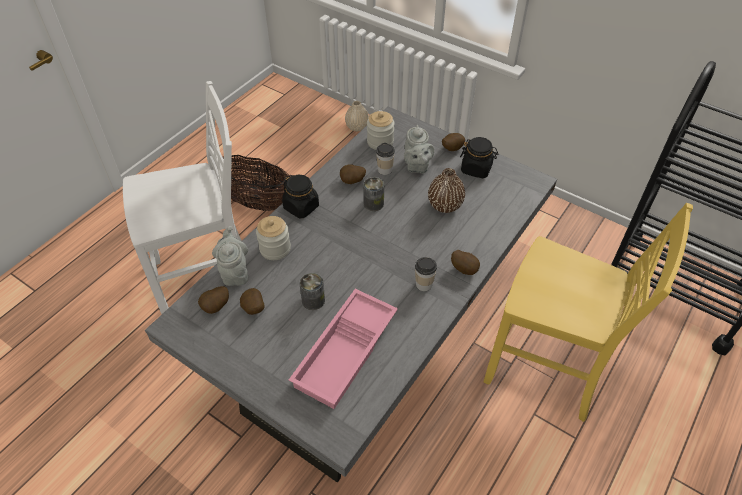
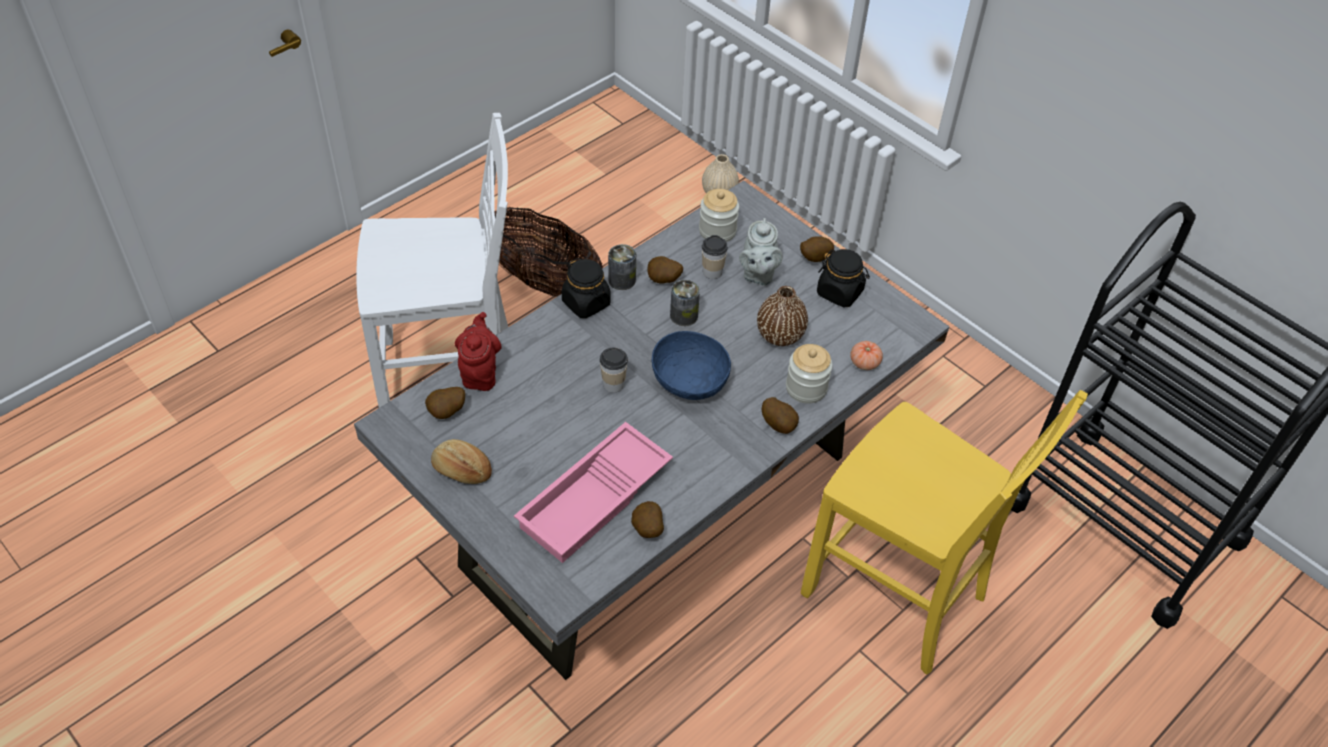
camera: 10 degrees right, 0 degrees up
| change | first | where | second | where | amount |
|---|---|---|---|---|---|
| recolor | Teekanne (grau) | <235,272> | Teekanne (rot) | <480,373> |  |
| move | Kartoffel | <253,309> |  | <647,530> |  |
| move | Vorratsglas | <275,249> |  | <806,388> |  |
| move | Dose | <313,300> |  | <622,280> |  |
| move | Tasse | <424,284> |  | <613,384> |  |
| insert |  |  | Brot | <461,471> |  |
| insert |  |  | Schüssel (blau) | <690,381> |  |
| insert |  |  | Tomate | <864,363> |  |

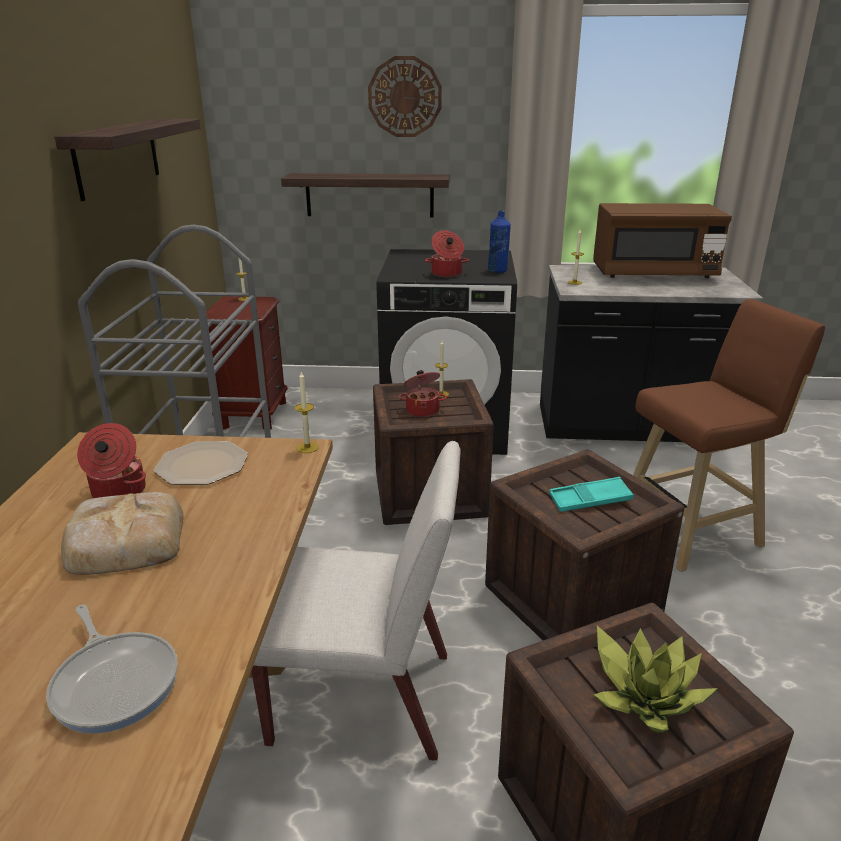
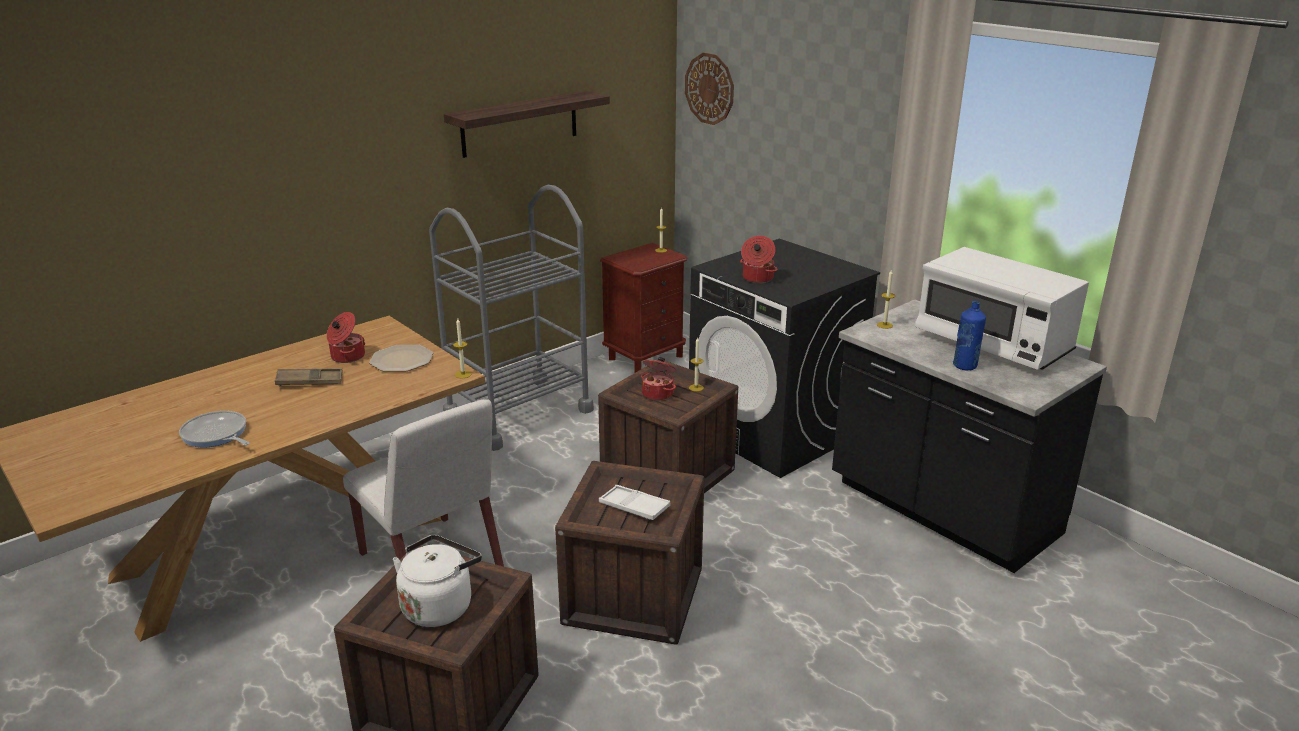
camera: 45 degrees right, 0 degrees up
| change | first | where | second | where | amount |
|---|---|---|---|---|---|
| rotate | Pfanne | <115,682> |  | <216,435> | 120 degrees clockwise |
| replace | Brot | <124,541> | Tablett (braun) | <310,381> |  |
| delete | Wandregal | <369,195> |  |  |  |
| move | Wanduhr | <405,97> |  | <709,88> |  |
| move | Flasche (blau) | <497,271> |  | <965,366> |  |
| recolor | Tablett (türkis) | <590,500> | Tablett (weiß) | <634,507> |  |
| recolor | Mikrowelle (braun) | <653,274> | Mikrowelle (weiß) | <992,344> |  |
| replace | Topfpflanze | <645,694> | Wasserkessel (weiß) | <439,605> |  |
| delete | Hocker (braun) | <693,530> |  |  |  |

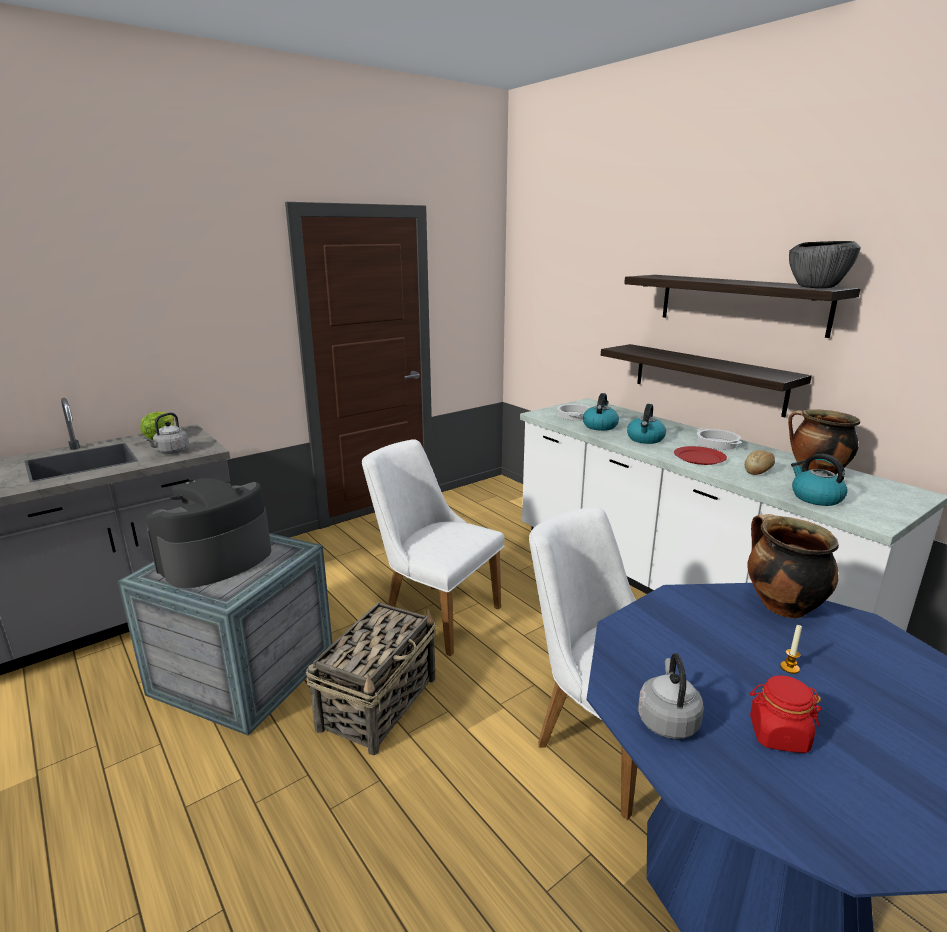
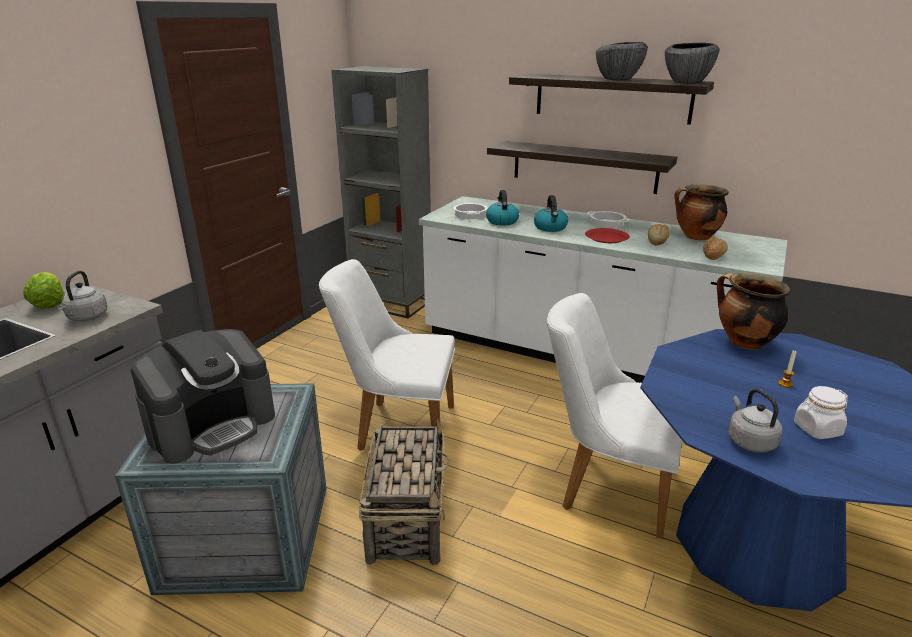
camera: 25 degrees left, 5 degrees up
| change | first | where | second | where | amount |
|---|---|---|---|---|---|
| rotate | Kaffeemaschine | <216,560> |  | <212,425> | 150 degrees counterclockwise |
| recolor | Vorratsglas (rot) | <778,735> | Vorratsglas (weiß) | <817,429> |  |
| replace | Wasserkessel | <815,497> | Brot | <713,256> |  |
| insert |  |  | Bücherregal (grau) | <391,302> |  |
| insert |  |  | Schüssel | <618,79> |  |

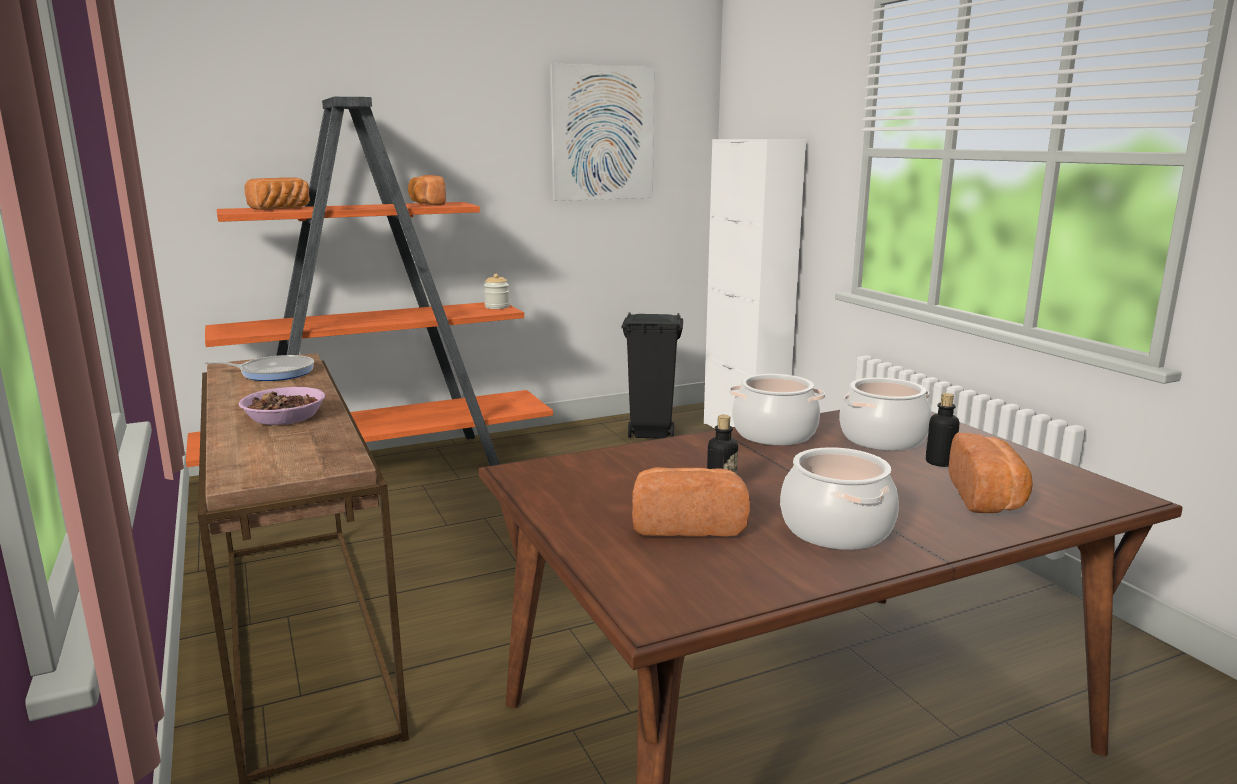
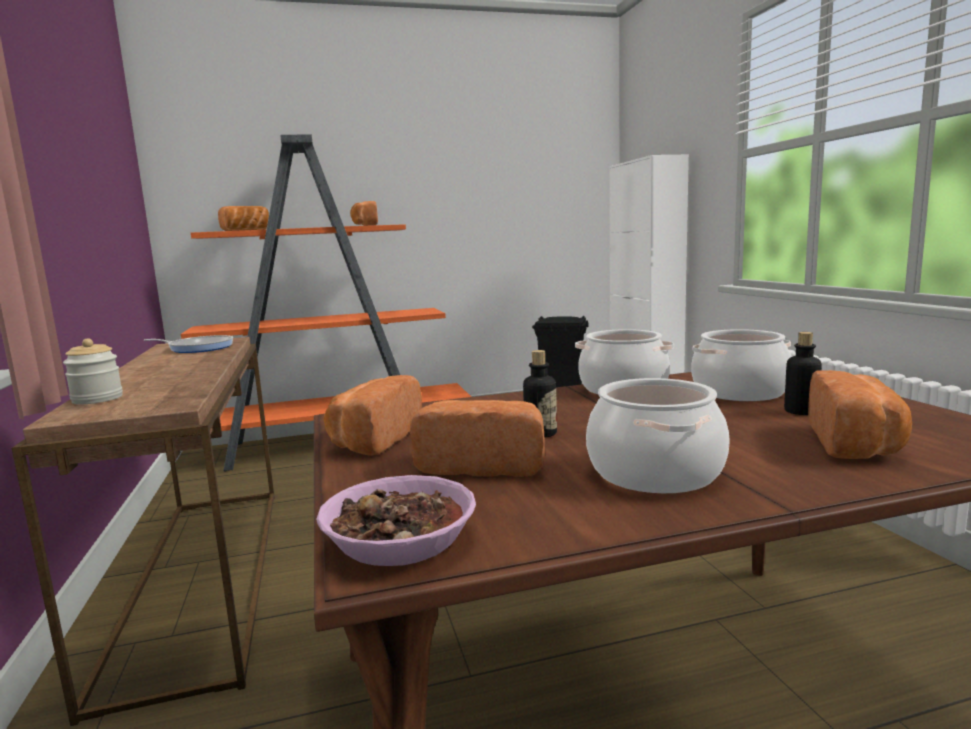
camera: 10 degrees right, 5 degrees down
| change | first | where | second | where | amount |
|---|---|---|---|---|---|
| move | Schüssel | <284,417> |  | <398,541> |  |
| move | Vorratsglas | <497,307> |  | <97,399> |  |
| delete | Bild | <603,133> |  |  |  |
| insert |  |  | Brot | <373,439> |  |

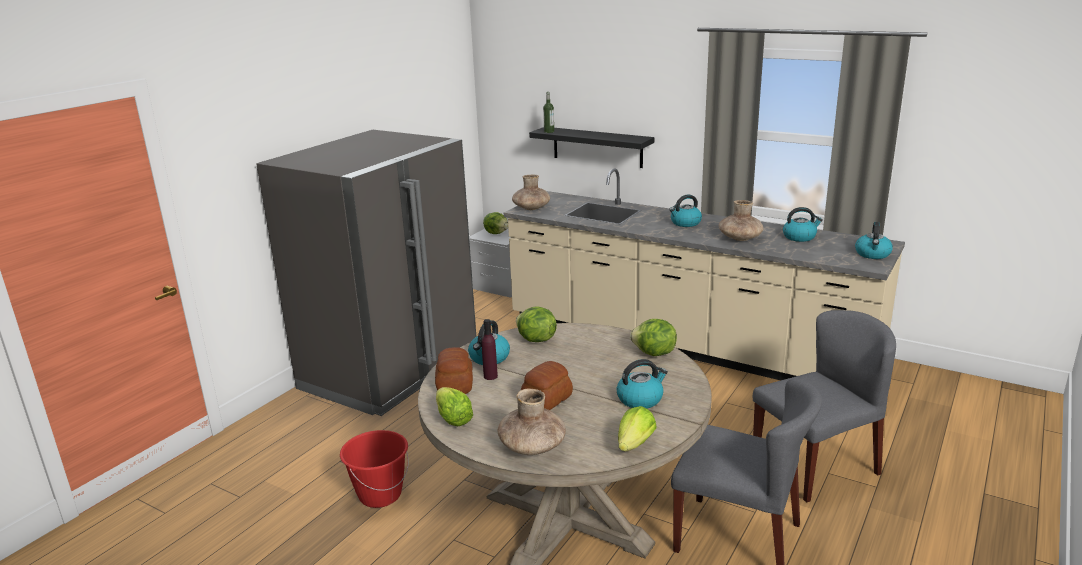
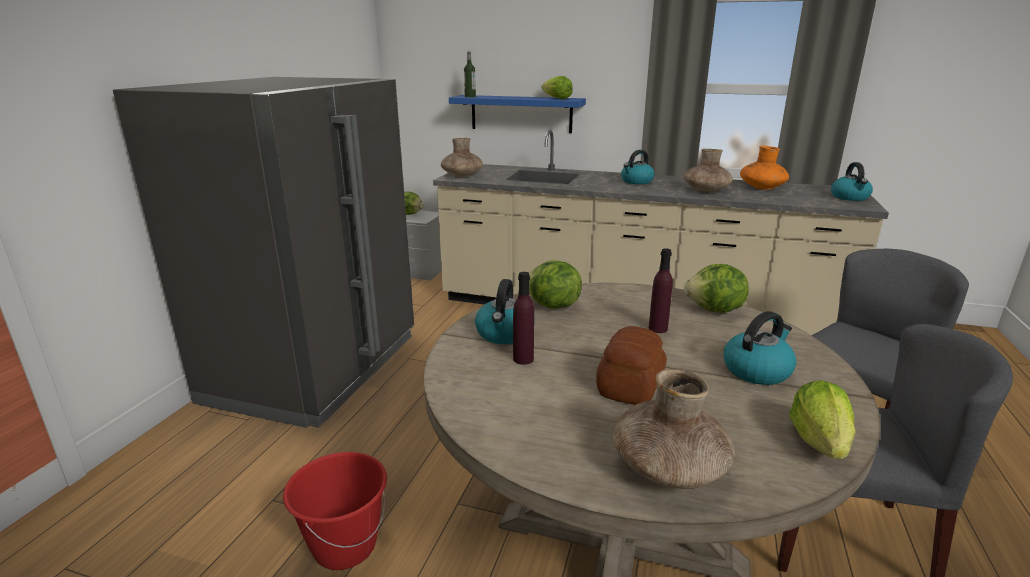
camera: 15 degrees left, 0 degrees up
| change | first | where | second | where | amount |
|---|---|---|---|---|---|
| delete | Brot | <455,384> |  |  |  |
| move | Salatkopf | <453,419> |  | <557,98> |  |
| recolor | Wandregal (schwarz) | <597,147> | Wandregal (blau) | <521,113> |  |
| replace | Wasserkessel | <799,237> | Vase (orange) | <762,187> |  |
| insert |  |  | Flasche (lila) | <658,328> |  |

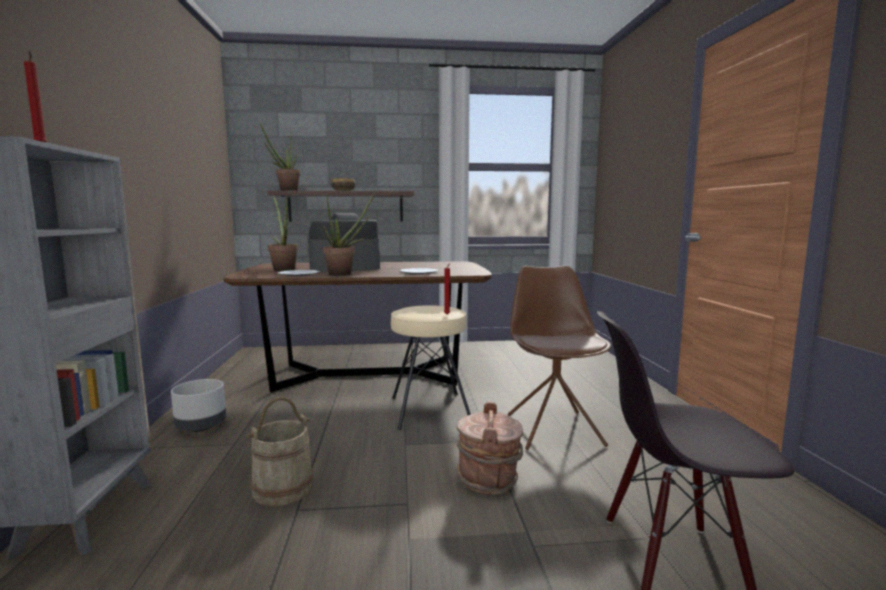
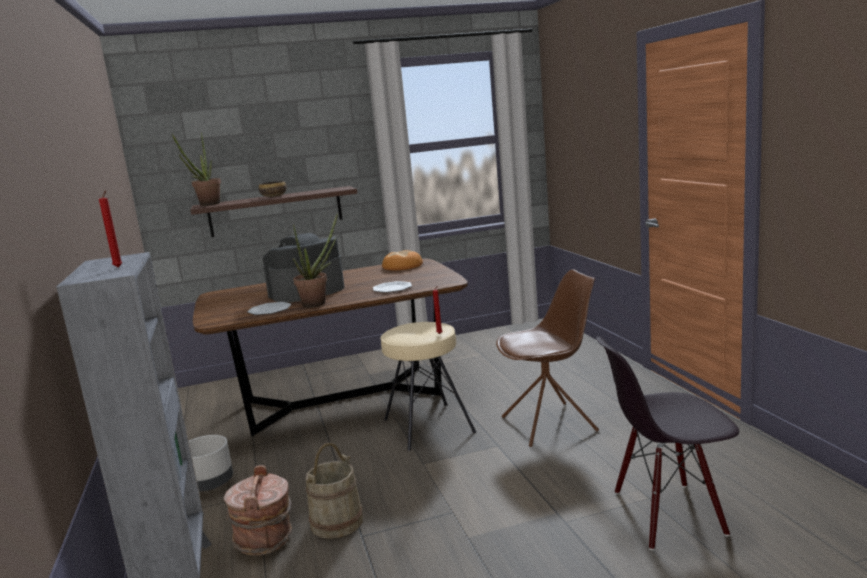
camera: 10 degrees left, 5 degrees up
| change | first | where | second | where | amount |
|---|---|---|---|---|---|
| delete | Topfpflanze | <283,269> |  |  |  |
| move | Eimer (braun) | <489,479> |  | <265,539> |  |
| rotate | Stuhl (braun) | <553,429> |  | <550,424> | 90 degrees clockwise |
| insert |  |  | Brot | <402,266> |  |

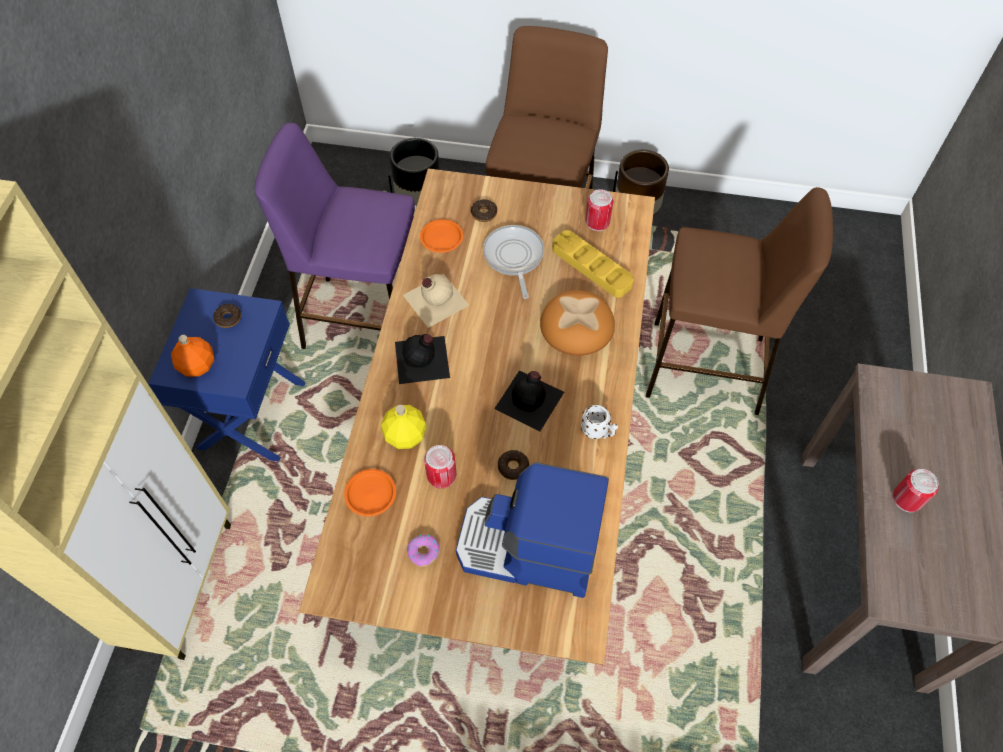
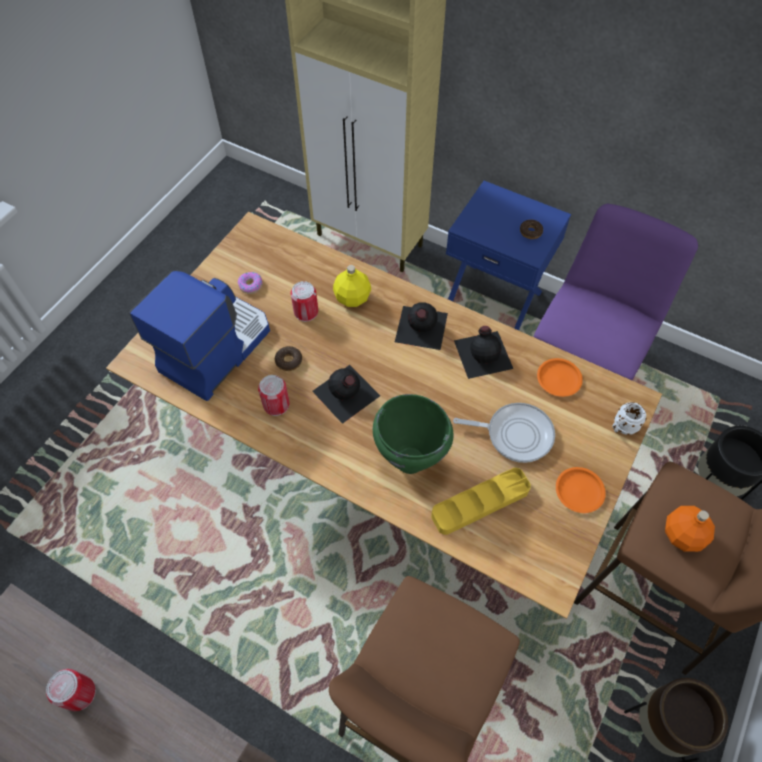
camera: 110 degrees right, 0 degrees up
| change | first | where | second | where | amount |
|---|---|---|---|---|---|
| move | Flasche (orange) | <197,366> |  | <681,535> |  |
| move | Teller (orange) | <370,494> |  | <578,491> |  |
| recolor | Flasche (beige) | <434,300> | Flasche (schwarz) | <483,353> |  |
| delete | Donut | <484,213> |  |  |  |
| replace | Brot | <576,326> | Kochtopf (grün) | <410,460> |  |
| move | Henkelbecher (weiß) | <598,432> |  | <621,427> |  |
| move | Dose | <597,222> |  | <276,404> |  |

